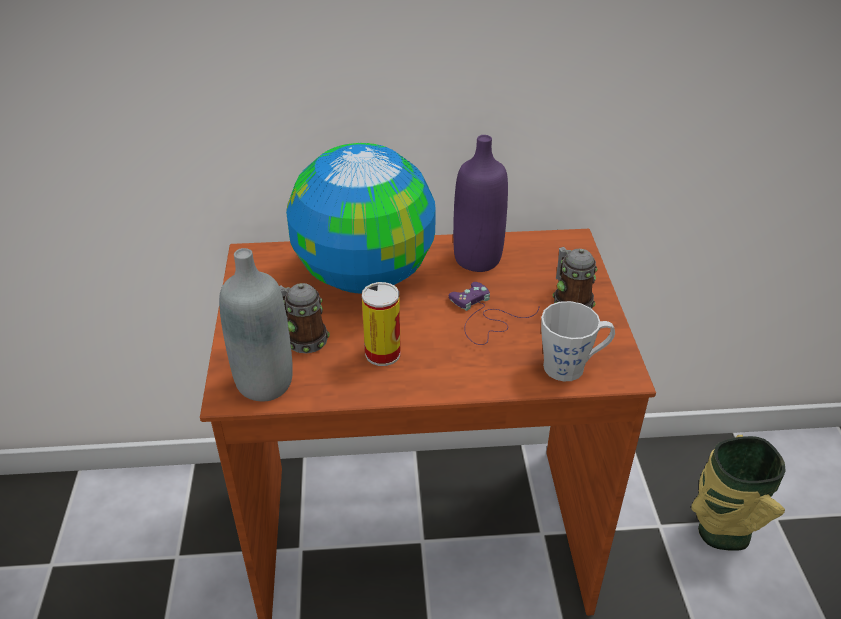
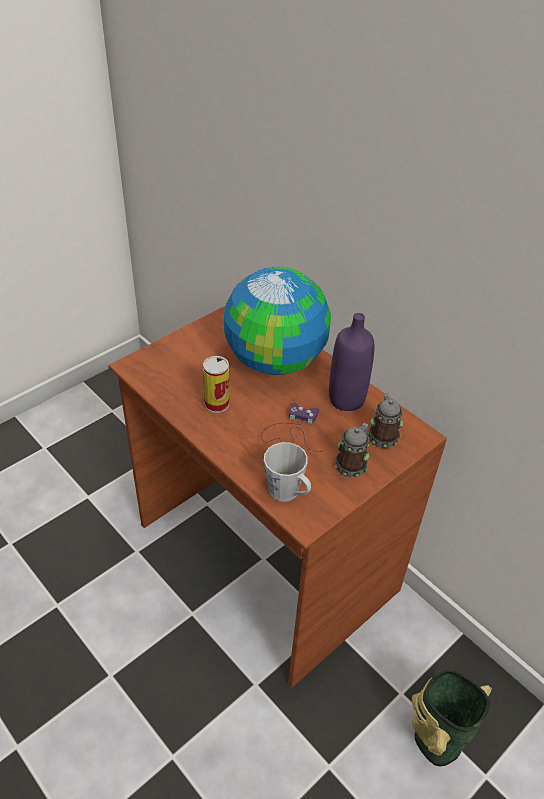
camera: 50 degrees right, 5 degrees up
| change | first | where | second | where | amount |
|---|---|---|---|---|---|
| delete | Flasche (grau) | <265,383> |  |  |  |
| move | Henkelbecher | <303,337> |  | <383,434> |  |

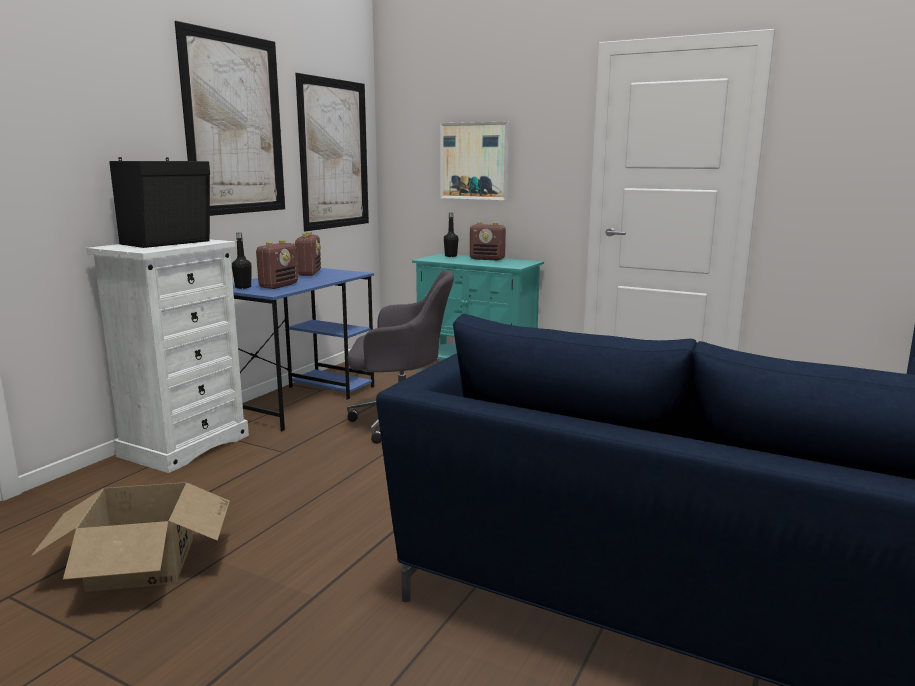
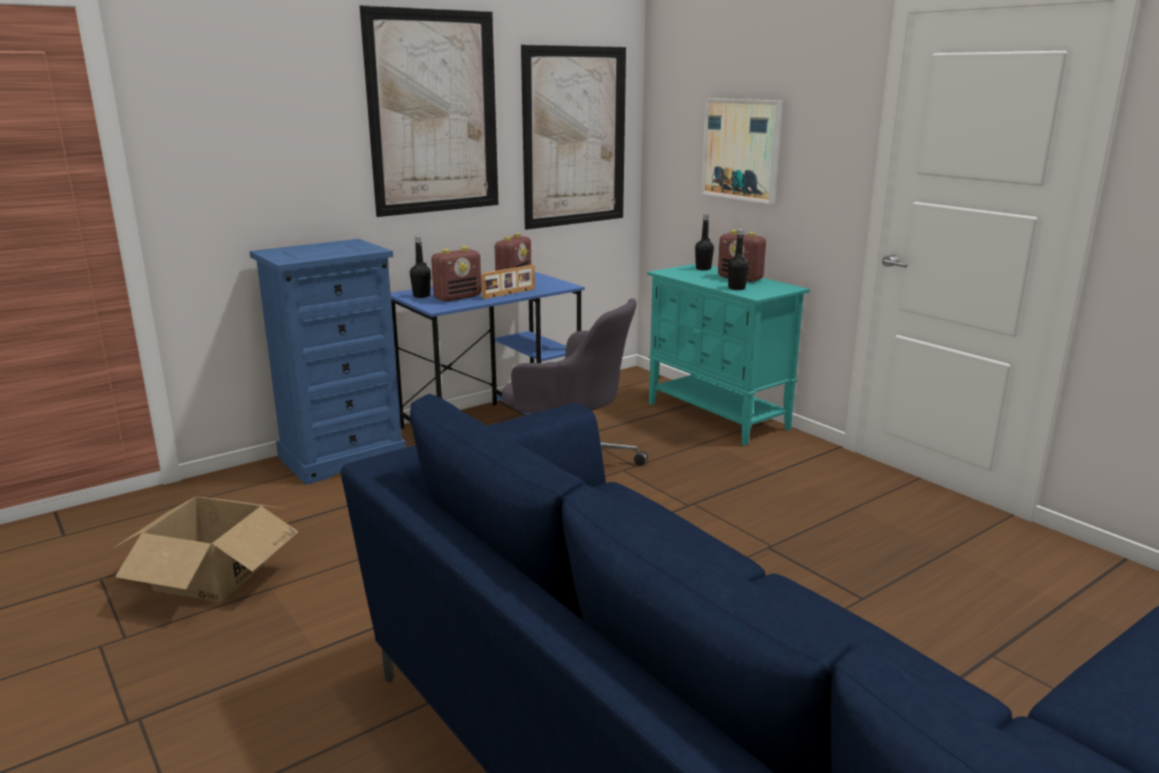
camera: 25 degrees right, 5 degrees up
| change | first | where | second | where | amount |
|---|---|---|---|---|---|
| recolor | Kommode (weiß) | <185,445> | Kommode (blau) | <343,457> |  |
| delete | Lautsprecher (schwarz) | <169,243> |  |  |  |
| insert |  |  | Bilderrahmen | <509,294> |  |
| insert |  |  | Flasche (schwarz) | <736,288> |  |

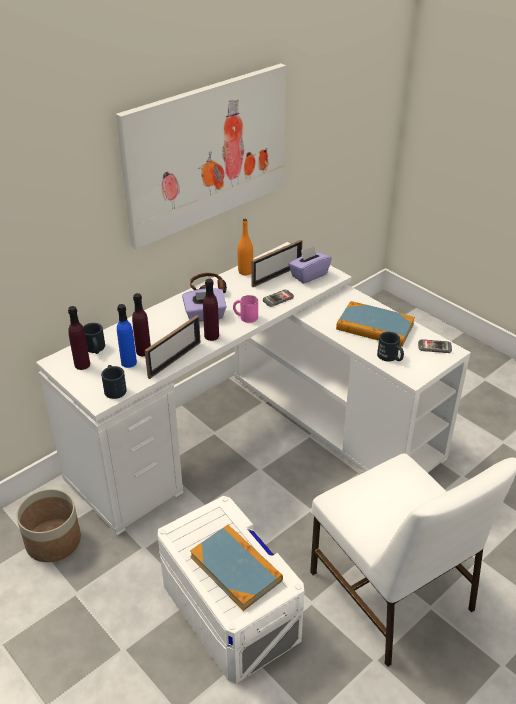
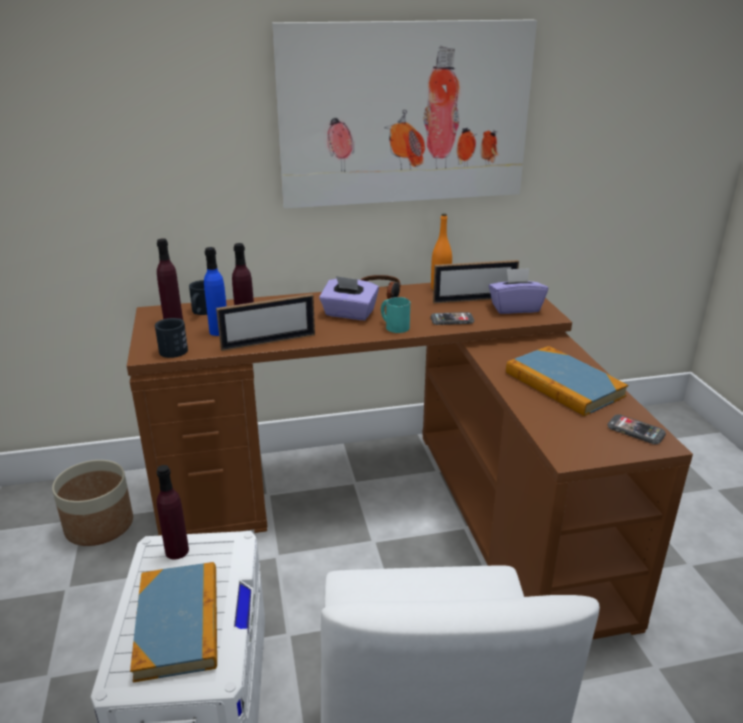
camera: 30 degrees right, 10 degrees down
| change | first | where | second | where | amount |
|---|---|---|---|---|---|
| recolor | Schreibtisch (weiß) | <258,433> | Schreibtisch (braun) | <403,502> |  |
| move | Flasche (lila) | <211,336> |  | <177,551> |  |
| recolor | Henkelbecher (rosa) | <245,317> | Henkelbecher (türkis) | <393,326> |  |
| delete | Henkelbecher (schwarz) | <390,357> |  |  |  |

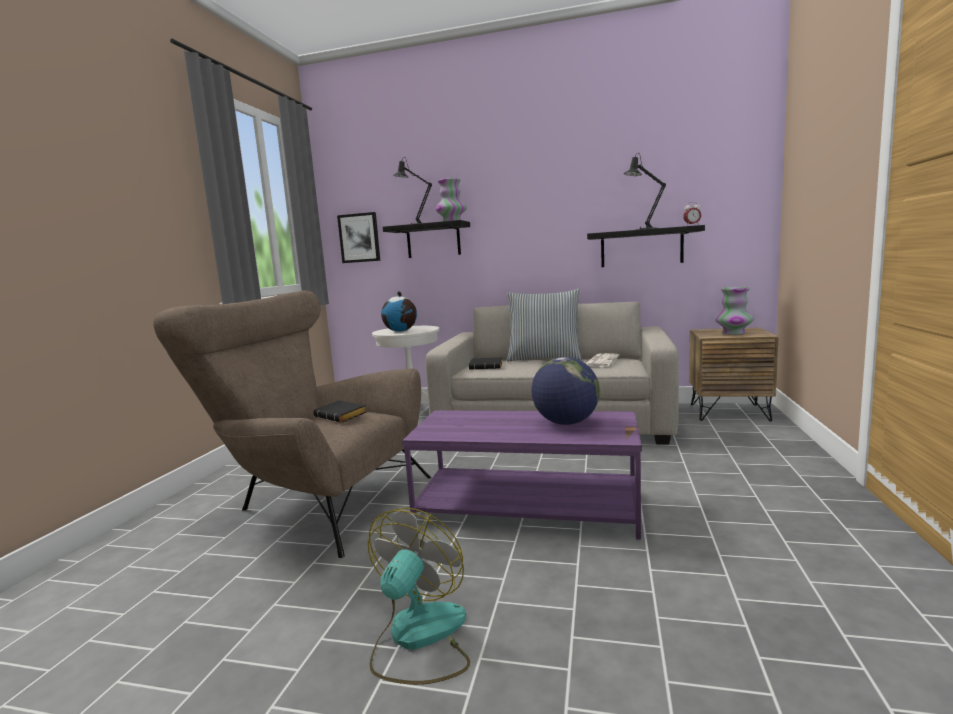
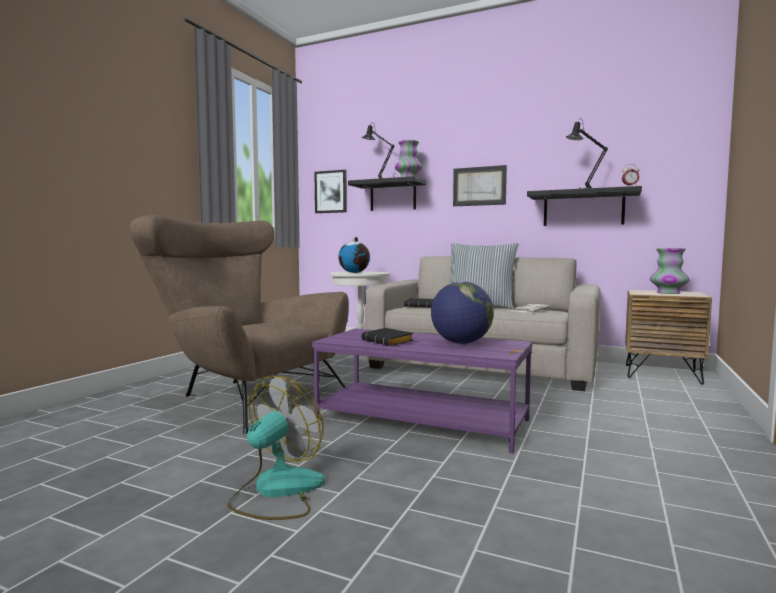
camera: 10 degrees right, 5 degrees down
| change | first | where | second | where | amount |
|---|---|---|---|---|---|
| move | Buch (schwarz) | <342,416> |  | <389,342> |  |
| insert |  |  | Bild | <479,186> |  |

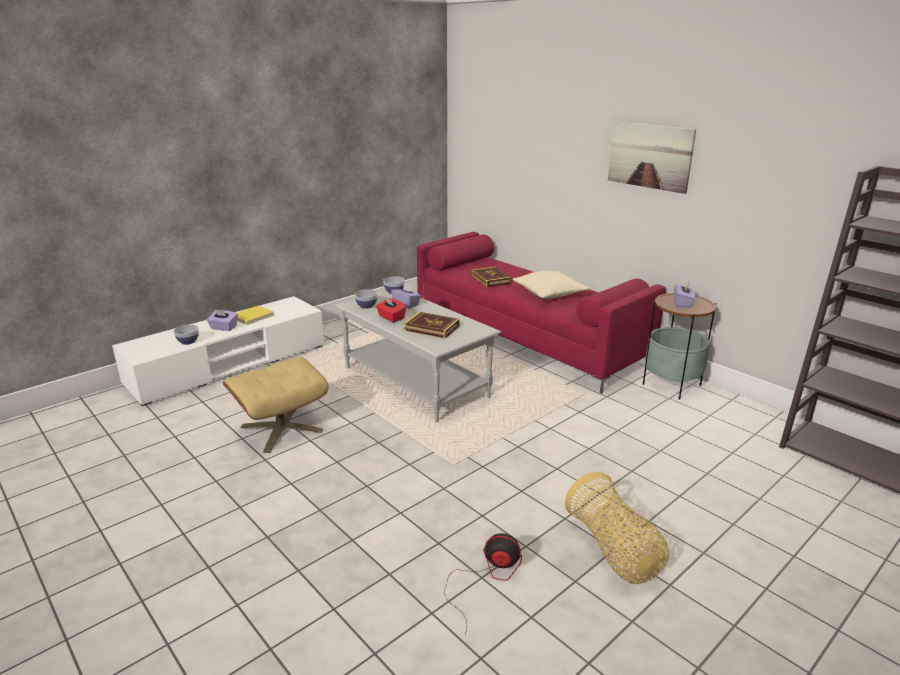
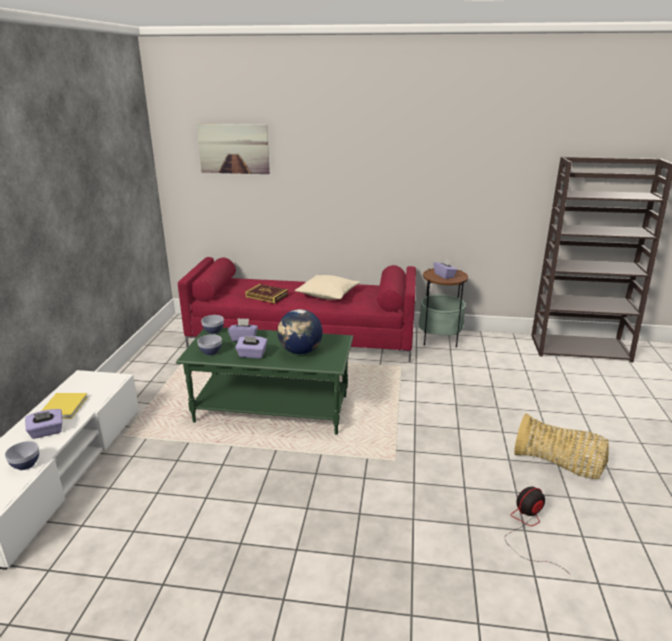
camera: 40 degrees left, 0 degrees up
| change | first | where | second | where | amount |
|---|---|---|---|---|---|
| delete | Polsterhocker (beige) | <281,428> |  |  |  |
| recolor | Couchtisch (grau) | <416,382> | Couchtisch (grün) | <273,409> |  |
| recolor | Taschentuchbox (rot) | <391,318> | Taschentuchbox (lila) | <252,355> |  |
| replace | Buch | <431,328> | Globus | <300,351> |  |
| move | Bild | <649,156> |  | <233,148> |  |

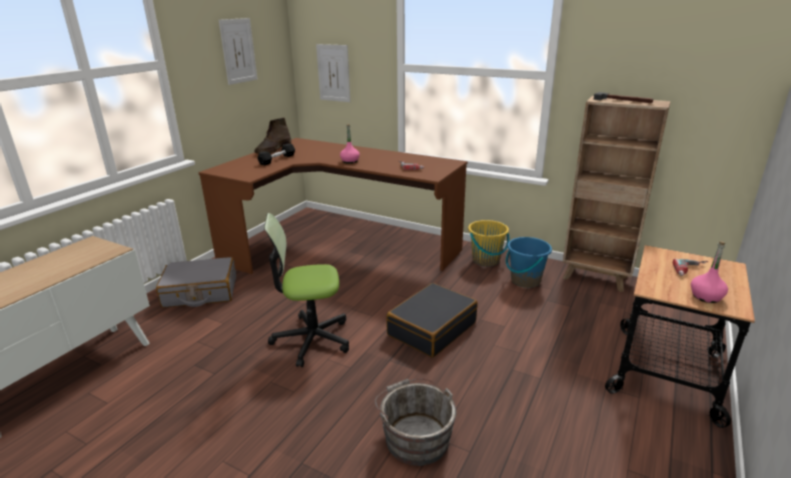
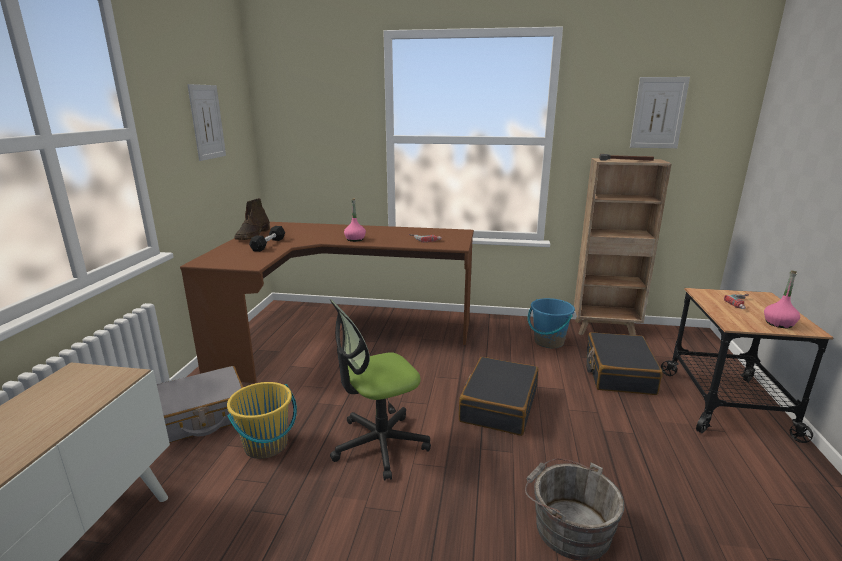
camera: 20 degrees left, 5 degrees down
| change | first | where | second | where | amount |
|---|---|---|---|---|---|
| move | Bild | <333,73> |  | <658,113> |  |
| move | Eimer (gelb) | <486,260> |  | <266,445> |  |
| insert |  |  | Koffer (schwarz) | <618,373> |  |

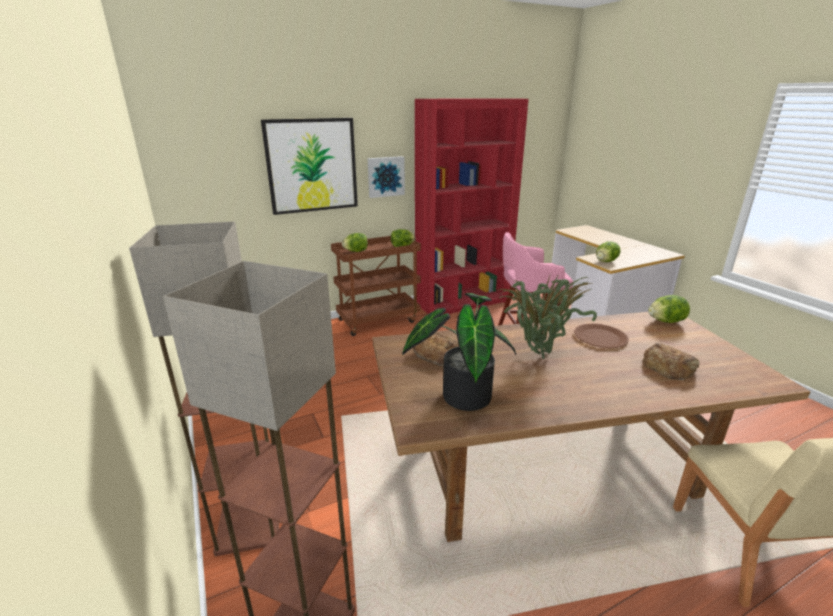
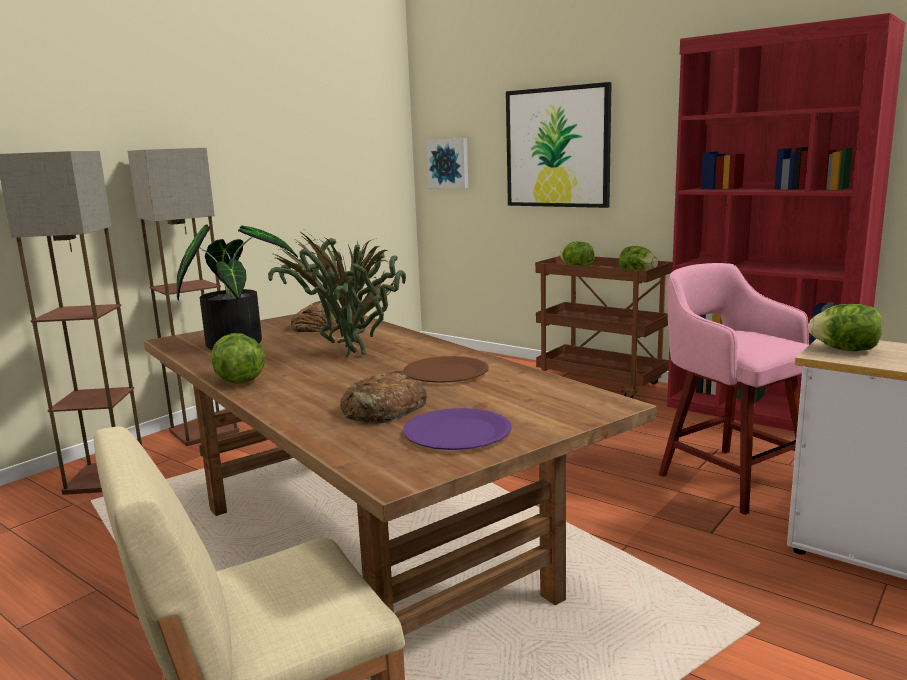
camera: 65 degrees right, 10 degrees down
| change | first | where | second | where | amount |
|---|---|---|---|---|---|
| move | Bild | <385,176> |  | <449,163> |  |
| move | Salatkopf | <666,321> |  | <239,381> |  |
| insert |  |  | Teller (lila) | <457,432> |  |

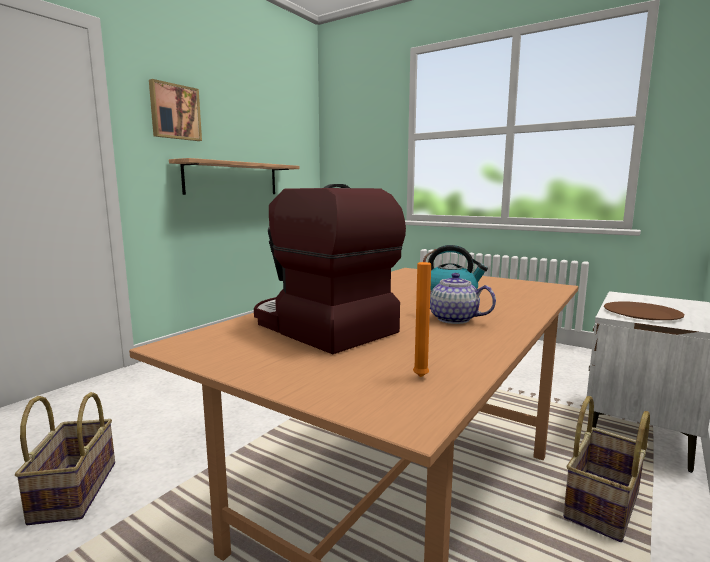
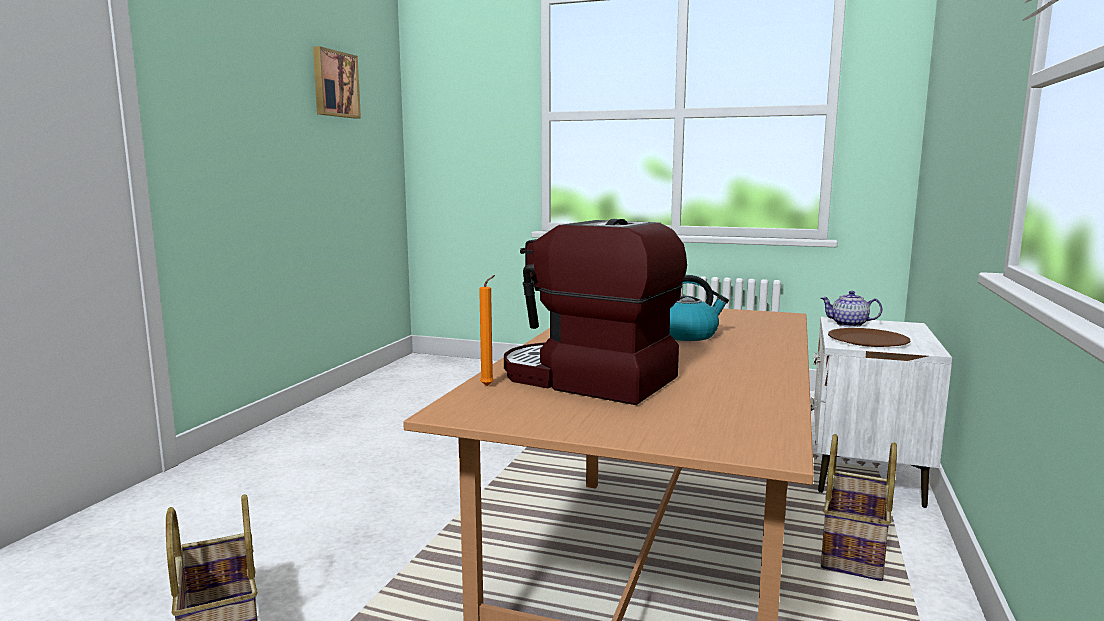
camera: 15 degrees left, 0 degrees up
| change | first | where | second | where | amount |
|---|---|---|---|---|---|
| move | Bild | <174,112> |  | <334,84> |  |
| delete | Wandregal | <232,179> |  |  |  |
| move | Kerze (orange) | <423,376> |  | <489,385> |  |
| move | Teekanne | <453,319> |  | <849,324> |  |

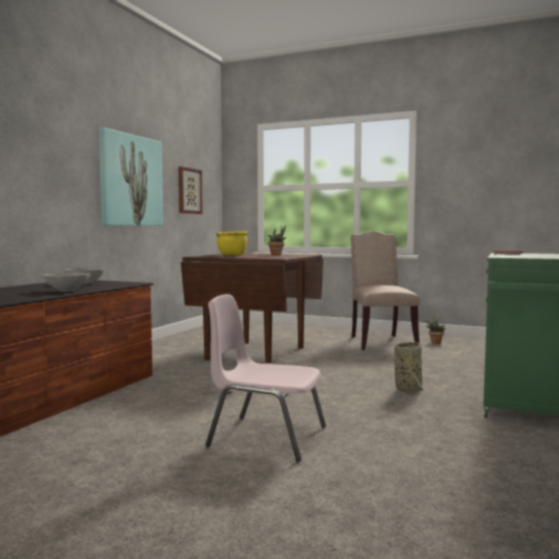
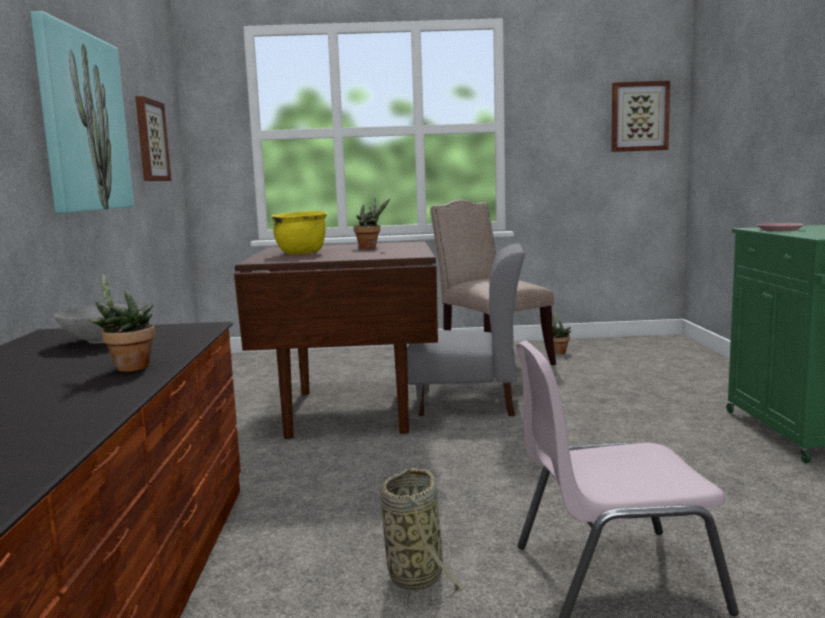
camera: 25 degrees left, 5 degrees up
| change | first | where | second | where | amount |
|---|---|---|---|---|---|
| replace | Schüssel (grau) | <67,290> | Topfpflanze | <128,367> |  |
| move | Korb | <408,389> |  | <415,574> |  |
| insert |  |  | Stuhl (grau) | <467,403> |  |
| insert |  |  | Bild | <639,116> |  |

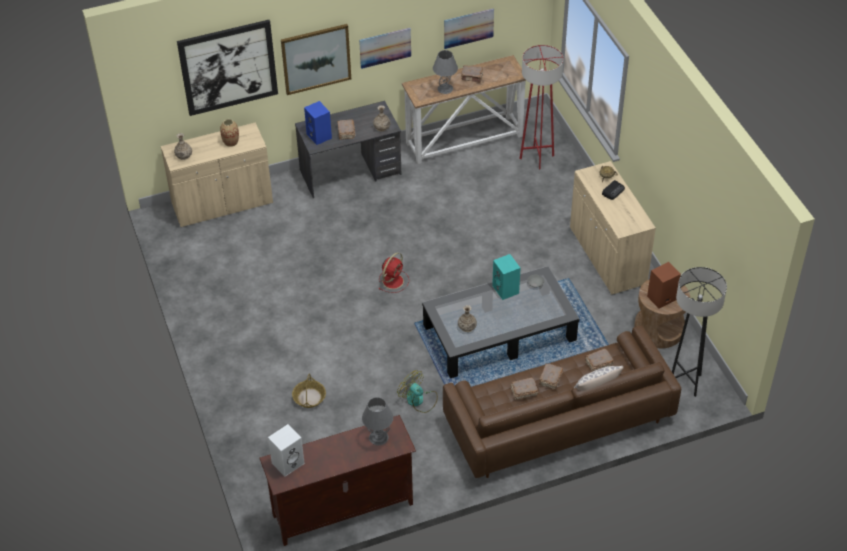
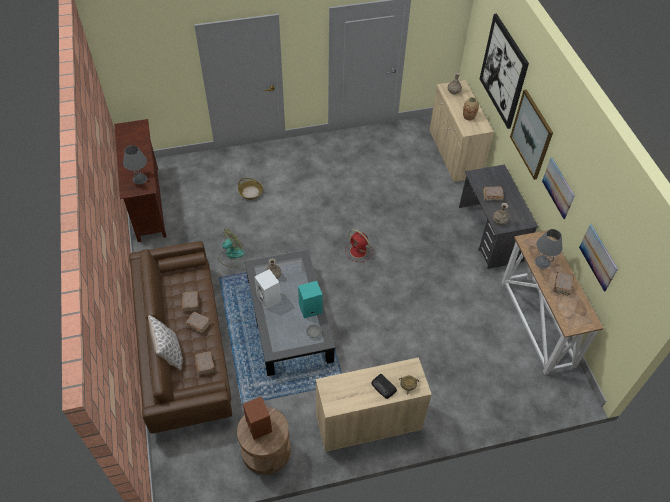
camera: 95 degrees right, 5 degrees up
| change | first | where | second | where | amount |
|---|---|---|---|---|---|
| move | Lautsprecher (weiß) | <288,462> |  | <269,298> |  |
| delete | Lautsprecher (blau) | <320,136> |  |  |  |
| delete | Stehlampe (rot) | <536,157> |  |  |  |
| delete | Stehlampe (grau) | <684,382> |  |  |  |

